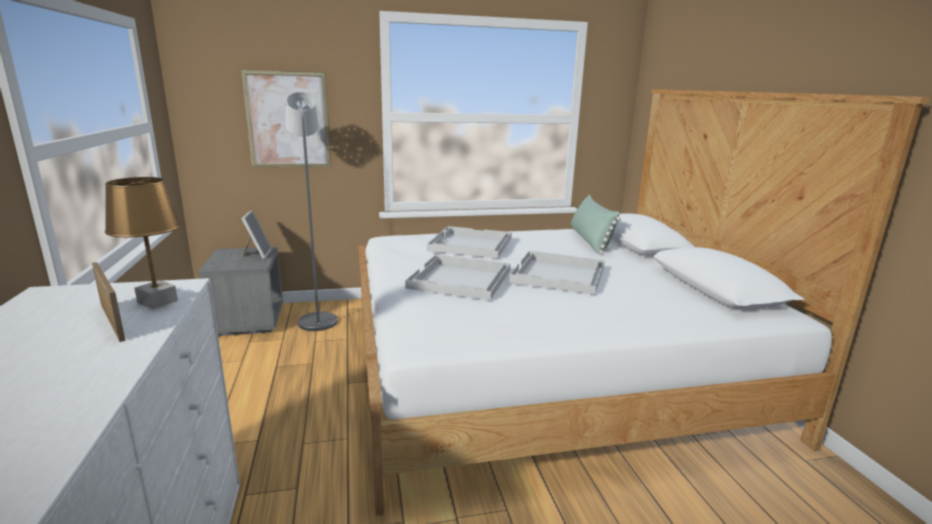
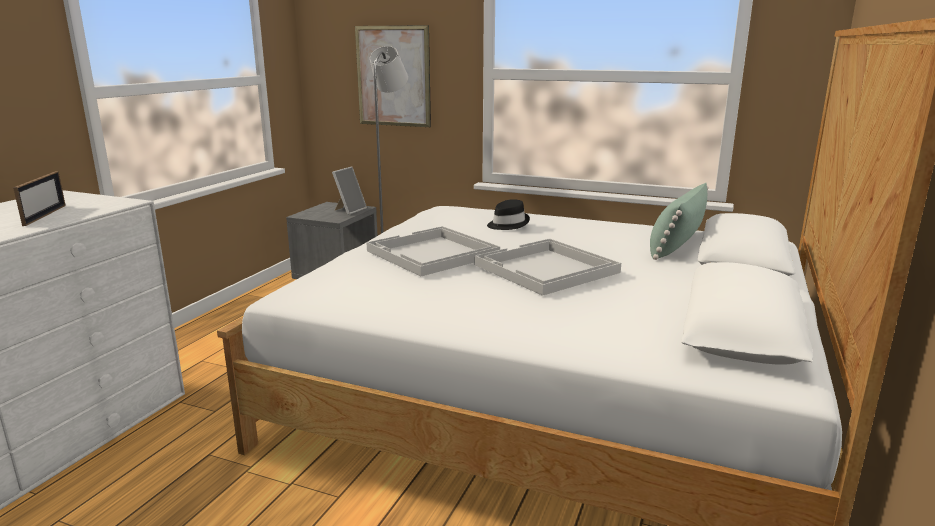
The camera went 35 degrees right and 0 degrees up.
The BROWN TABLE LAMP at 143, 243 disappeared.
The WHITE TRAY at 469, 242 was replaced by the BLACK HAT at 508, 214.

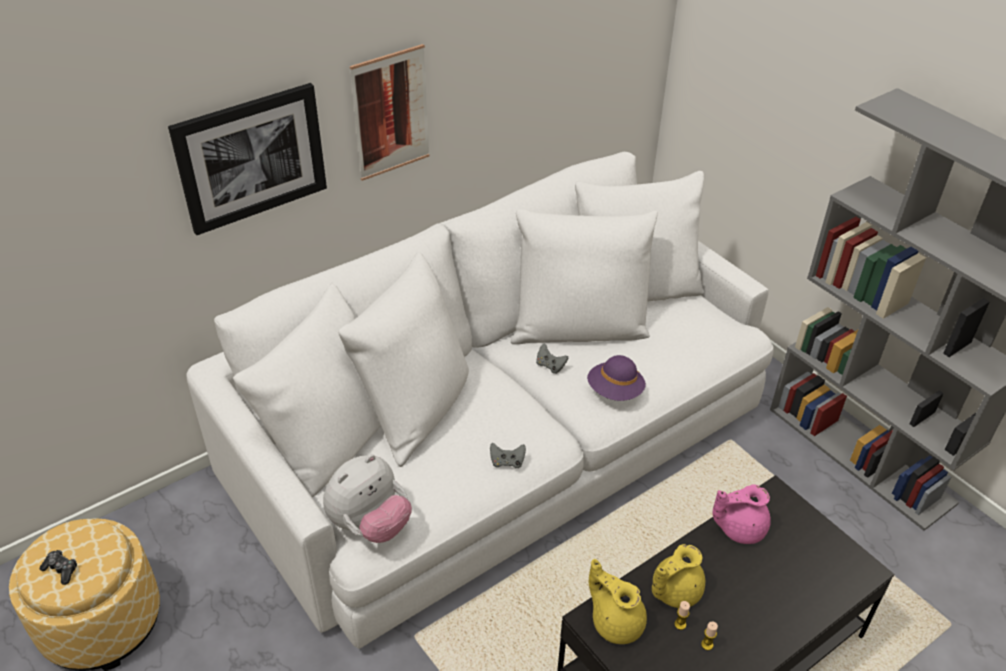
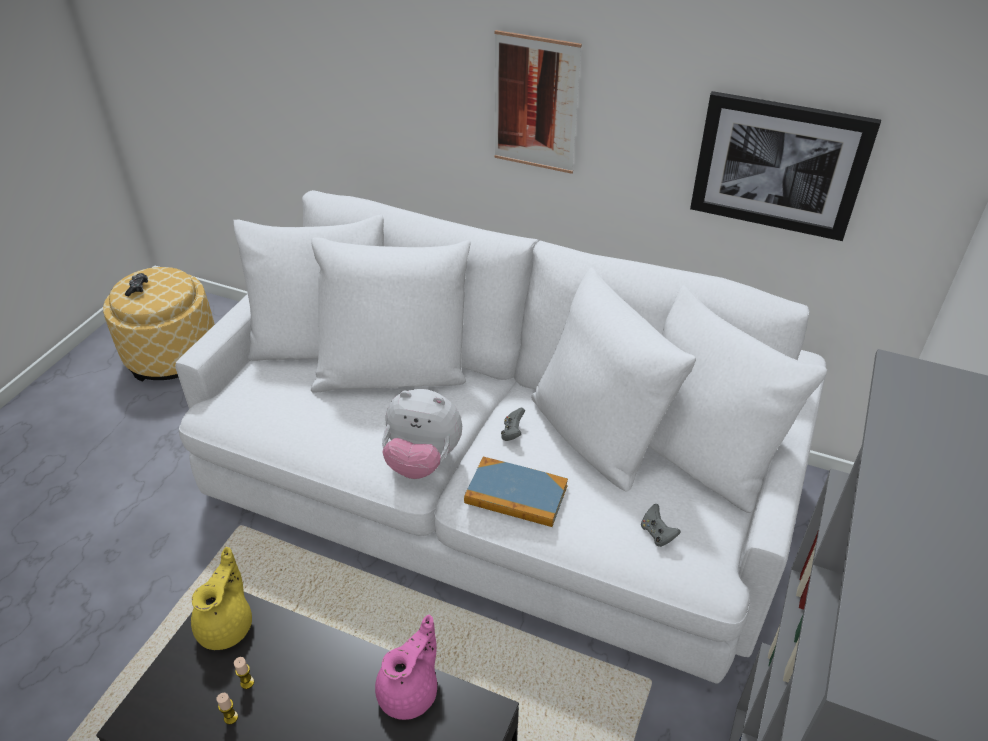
The camera went 60 degrees right and 0 degrees up.
The PICTURE moved from 247, 159 to 785, 166.
The PLUSH TOY moved from 367, 498 to 422, 434.
The GREY GAME CONTROLLER moved from 508, 455 to 660, 525.
The PURPLE HAT at 616, 378 was replaced by the BOOK at 516, 492.
The YELLOW TEAPOT at 678, 576 disappeared.
The PINK TEAPOT at 742, 514 turned 75 degrees clockwise.

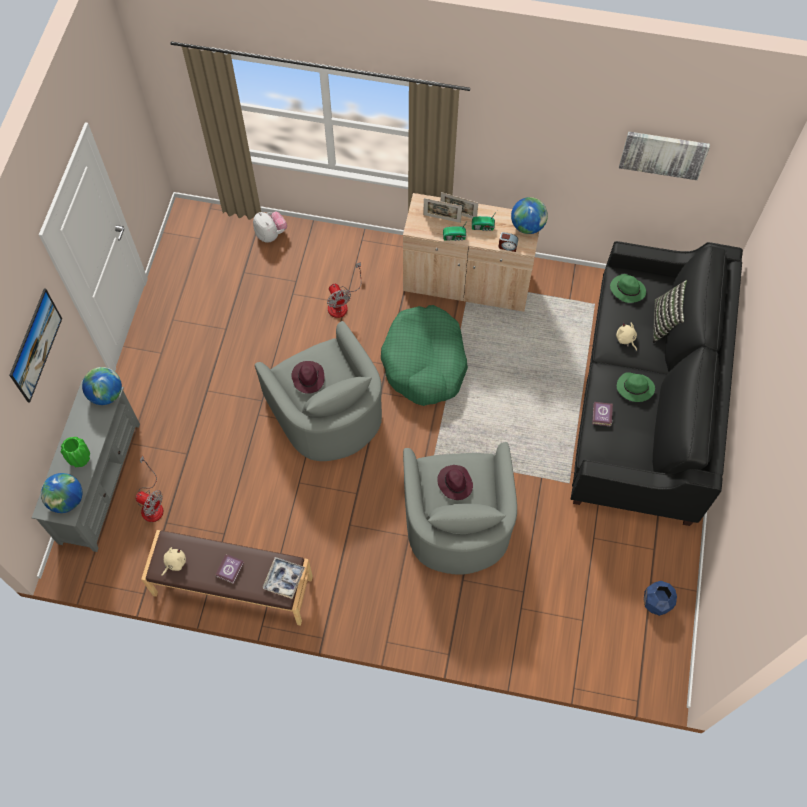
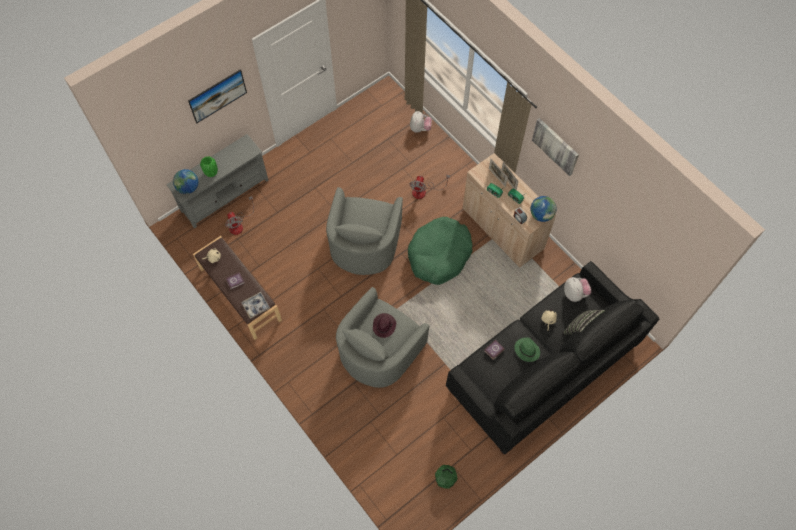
The camera went 40 degrees right and 0 degrees up.
The GLOBE at 102, 386 disappeared.
The PURPLE HAT at 308, 377 disappeared.
The GREEN HAT at 628, 288 was replaced by the PLUSH TOY at 577, 289.
The PICTURE moved from 664, 155 to 555, 147.
The BLUE PLANTER at 660, 598 became the GREEN PLANTER at 446, 477.

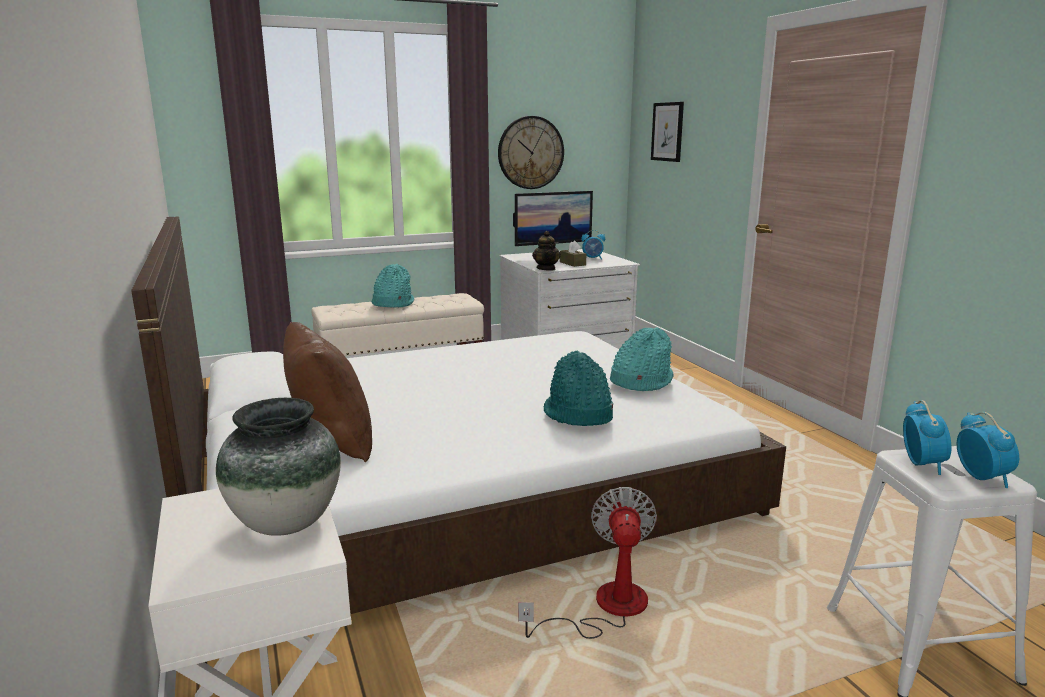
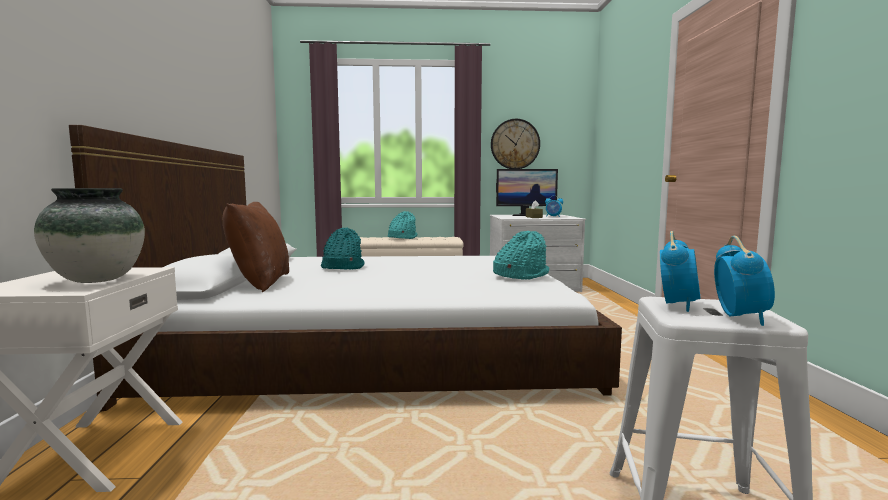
The camera went 20 degrees right and 10 degrees down.
The FAN at 587, 563 disappeared.
The TEAPOT at 546, 251 disappeared.
The TURQUOISE HAT moved from 578, 388 to 343, 249.
The PICTURE at 667, 132 disappeared.

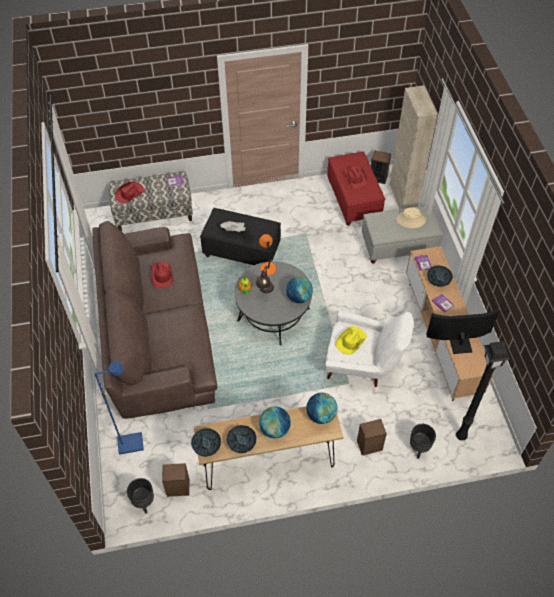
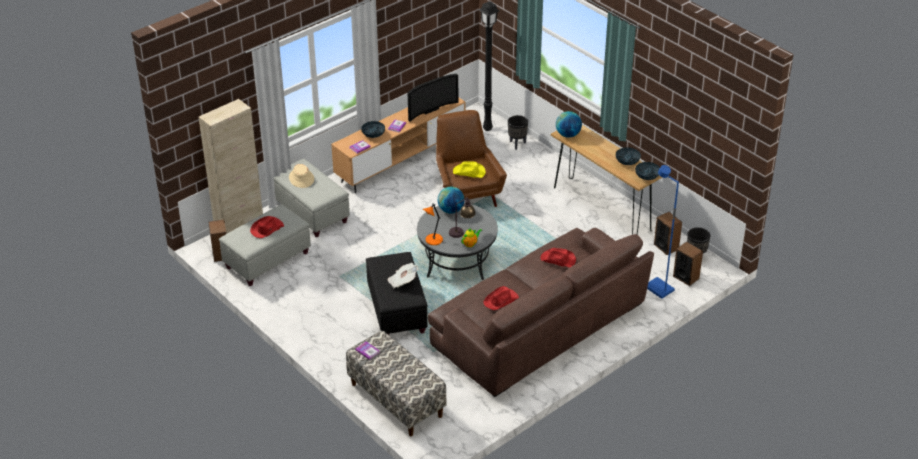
The camera went 120 degrees left and 15 degrees down.
The RED HAT moved from 130, 192 to 558, 257.
The GLOBE at 275, 422 disappeared.
The WHITE ARMCHAIR at 369, 348 became the BROWN ARMCHAIR at 471, 158.
The RED OTTOMAN at 356, 189 became the GREY OTTOMAN at 265, 245.
The SPEAKER moved from 372, 437 to 688, 263.
The TELEVISION at 462, 331 turned 90 degrees counterclockwise.

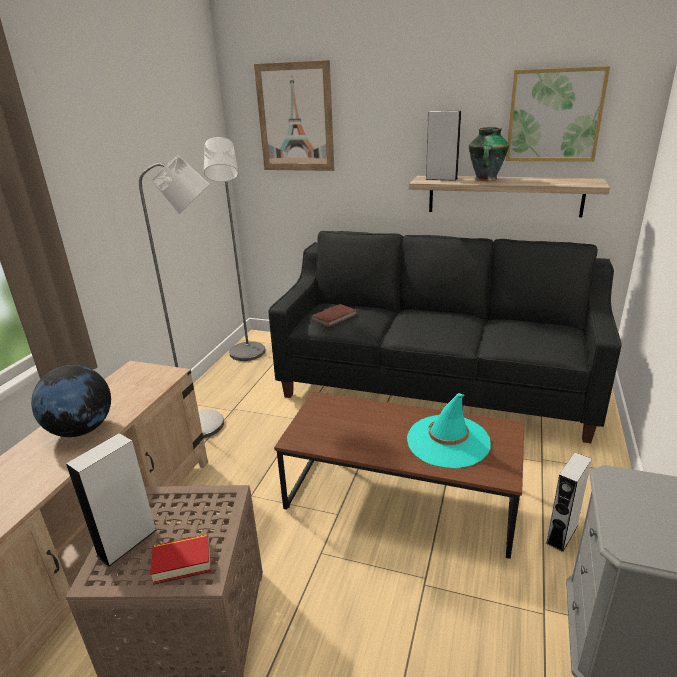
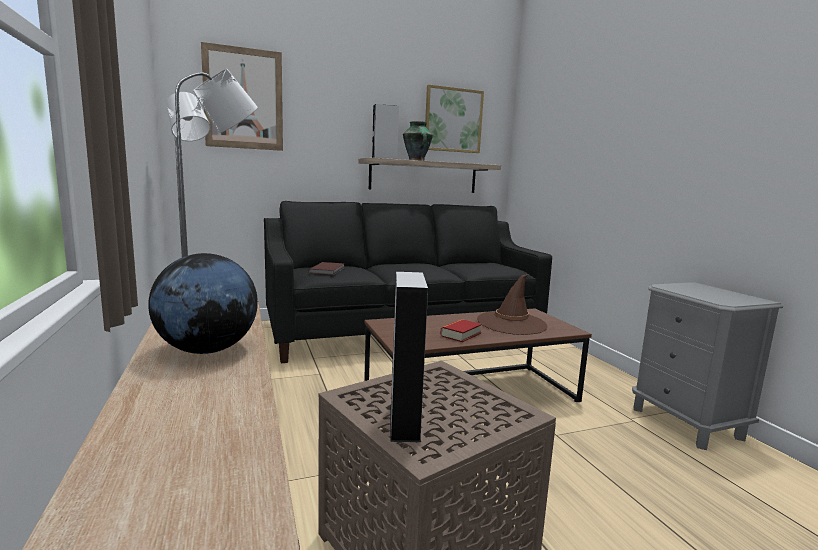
The camera went 40 degrees left and 15 degrees down.
The BOOK moved from 180, 559 to 461, 330.
The TURQUOISE HAT at 449, 430 became the BROWN HAT at 512, 304.
The GREY SPEAKER at 569, 502 disappeared.

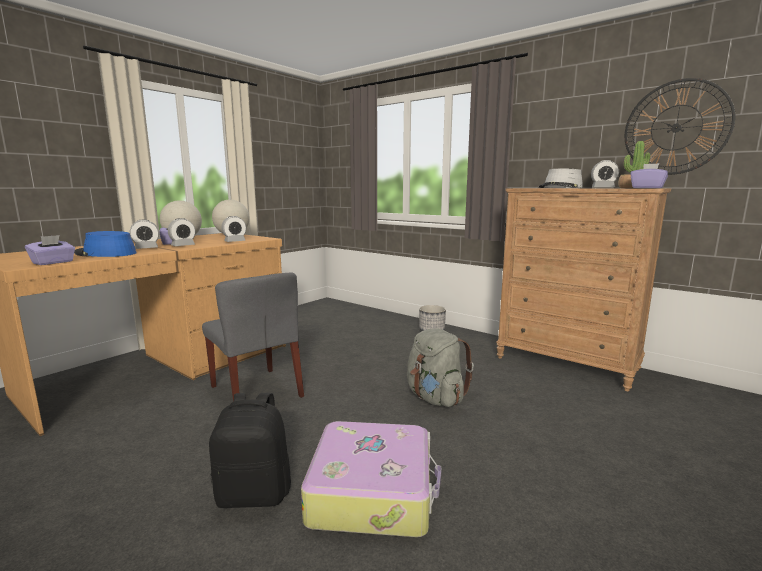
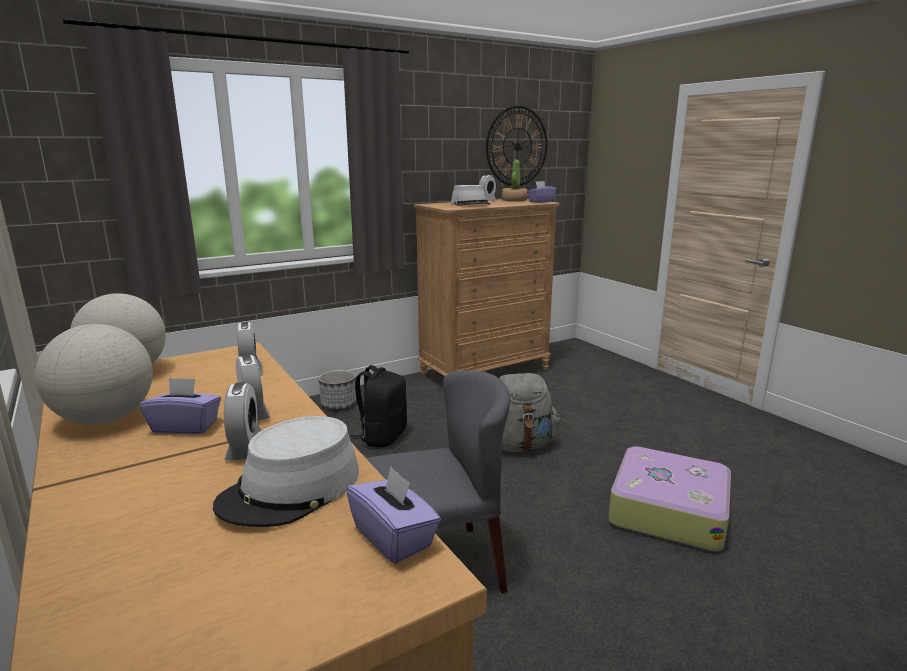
The camera went 70 degrees left and 5 degrees up.
The BLUE HAT at 105, 244 became the GREY HAT at 286, 471.
The BLACK BACKPACK moved from 250, 450 to 379, 406.

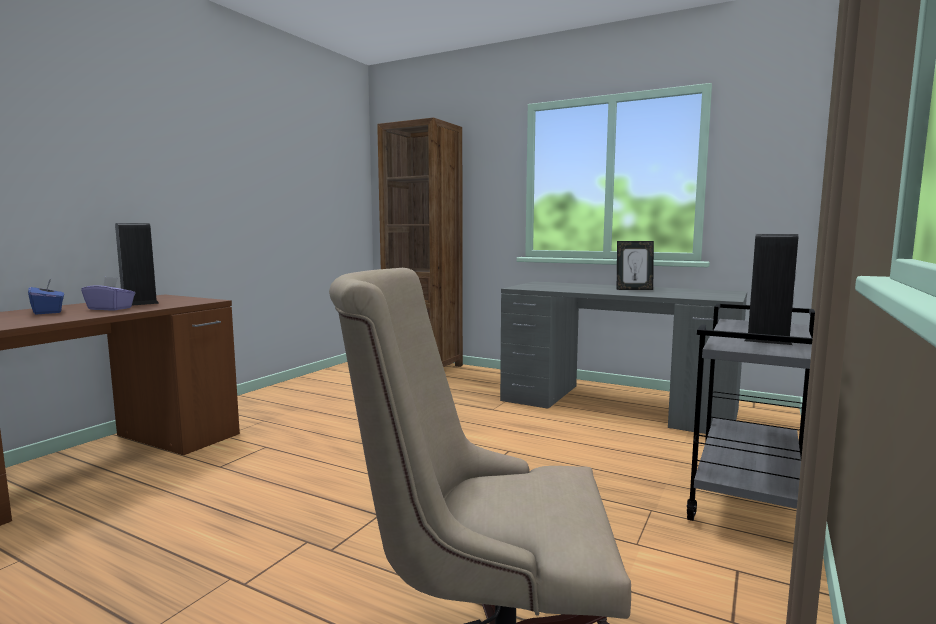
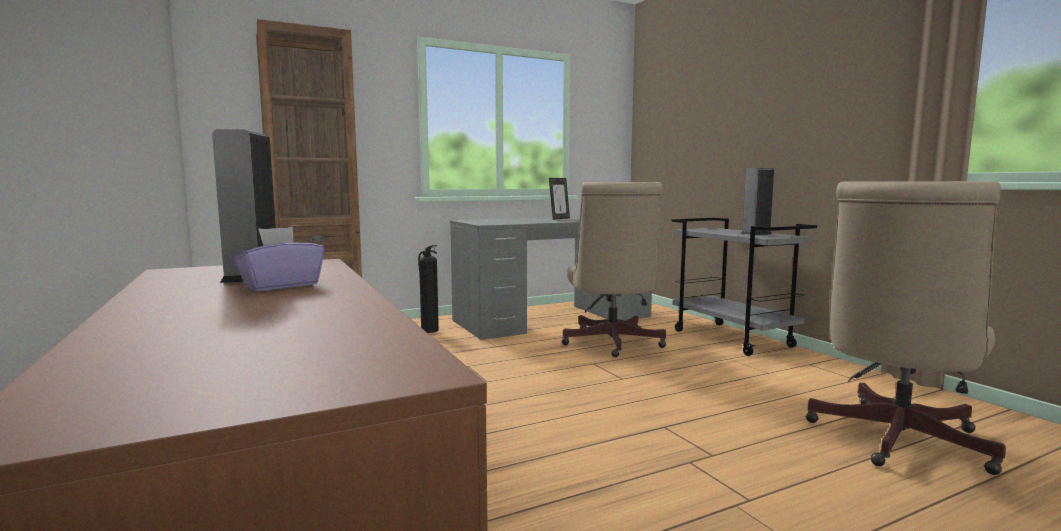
The camera went 55 degrees left and 0 degrees up.
The BLUE TISSUE BOX at 46, 297 disappeared.
The FIRE EXTINGUISHER at 428, 289 appeared.
The BEIGE OFFICE CHAIR at 614, 269 appeared.

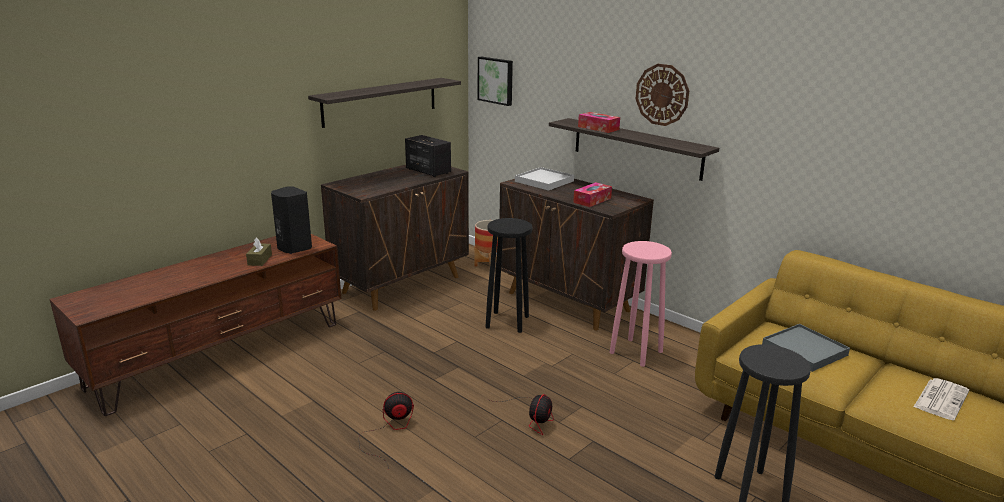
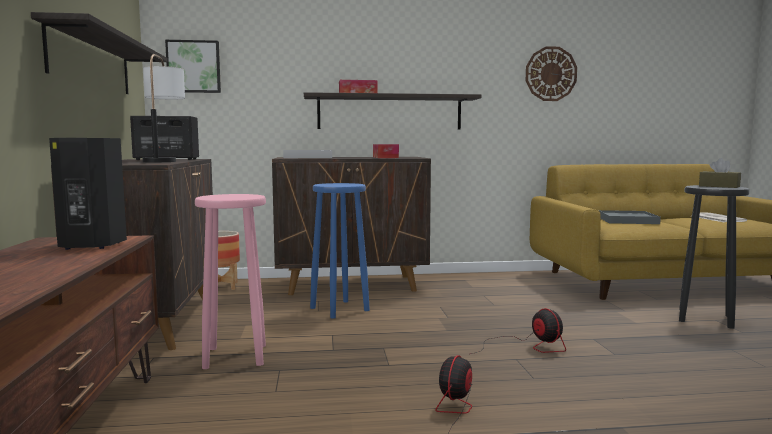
The camera went 50 degrees left and 15 degrees down.
The BROWN TISSUE BOX moved from 259, 252 to 720, 173.
The BLACK STOOL at 509, 275 became the BLUE STOOL at 340, 250.
The PINK STOOL moved from 641, 304 to 230, 281.
The WALL CLOCK moved from 662, 95 to 551, 73.
The TABLE LAMP at 163, 108 appeared.

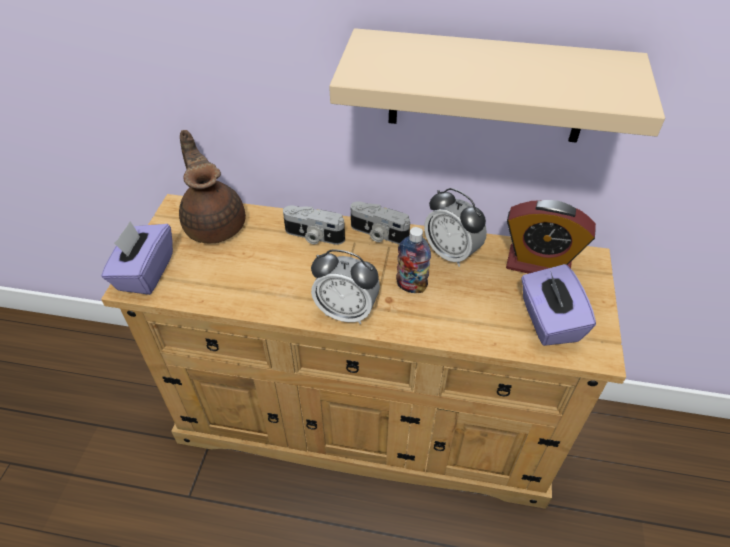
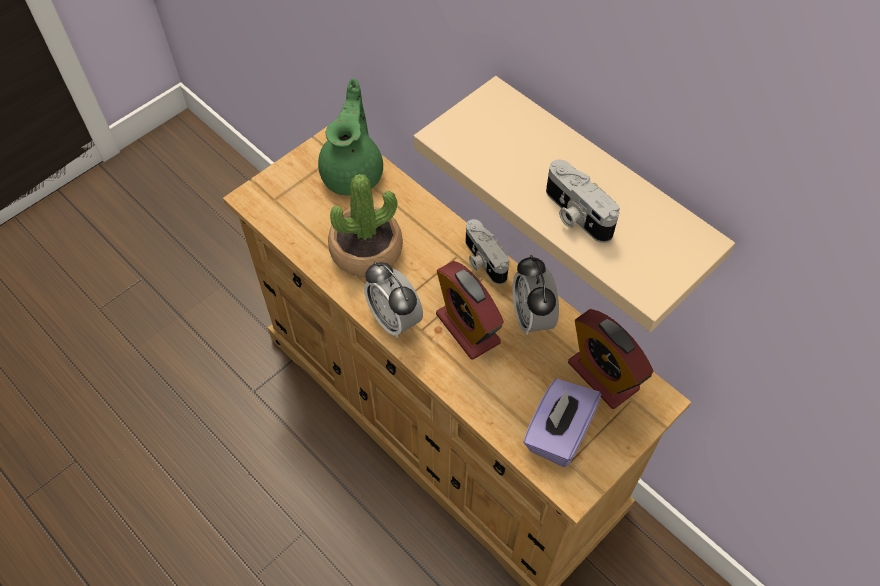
The camera went 35 degrees right and 10 degrees up.
The PURPLE TISSUE BOX at 137, 258 disappeared.
The BROWN TEAPOT at 212, 186 became the GREEN TEAPOT at 350, 137.
The PHOTO CAMERA moved from 314, 225 to 583, 201.
The BOTTLE at 413, 260 was replaced by the ALARM CLOCK at 470, 310.
The POTTED PLANT at 365, 225 appeared.

